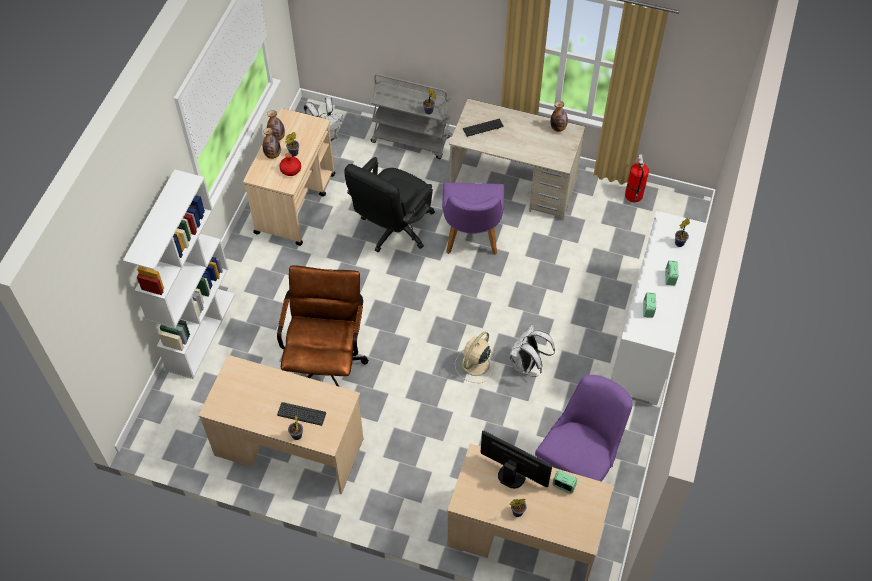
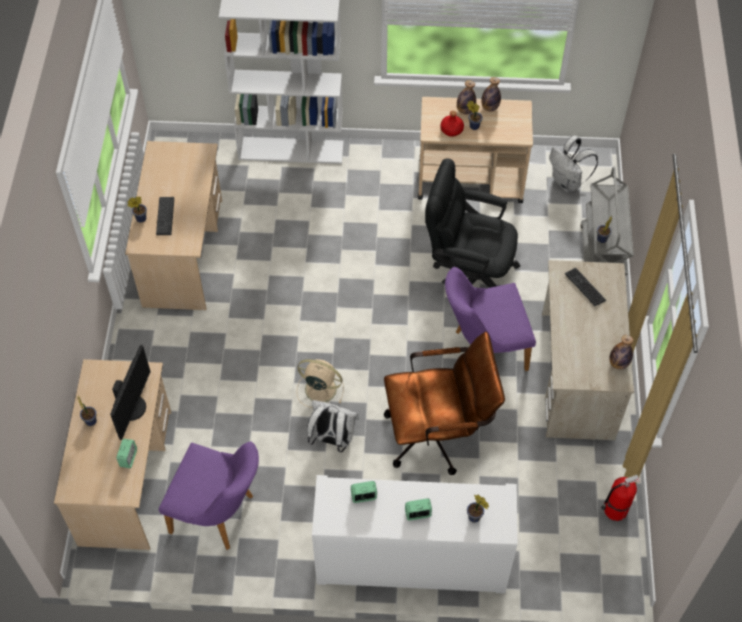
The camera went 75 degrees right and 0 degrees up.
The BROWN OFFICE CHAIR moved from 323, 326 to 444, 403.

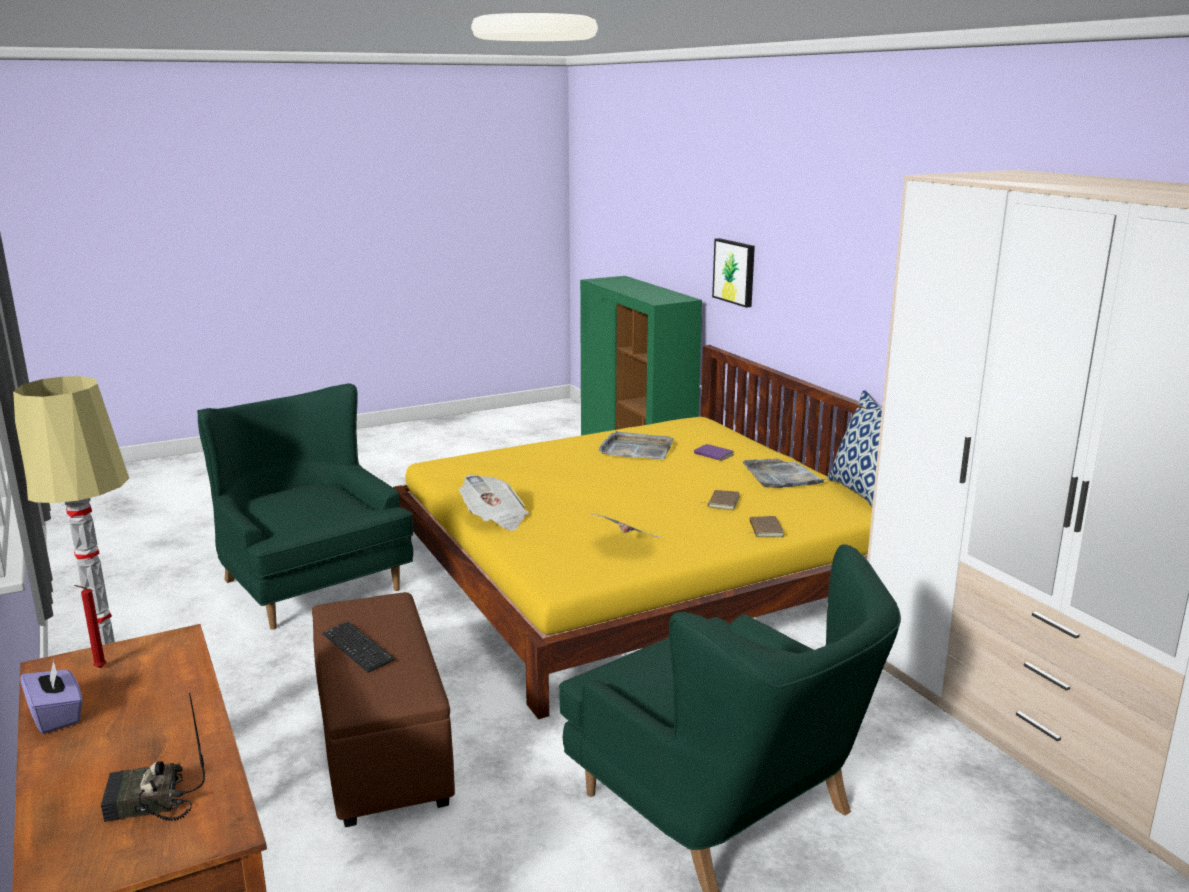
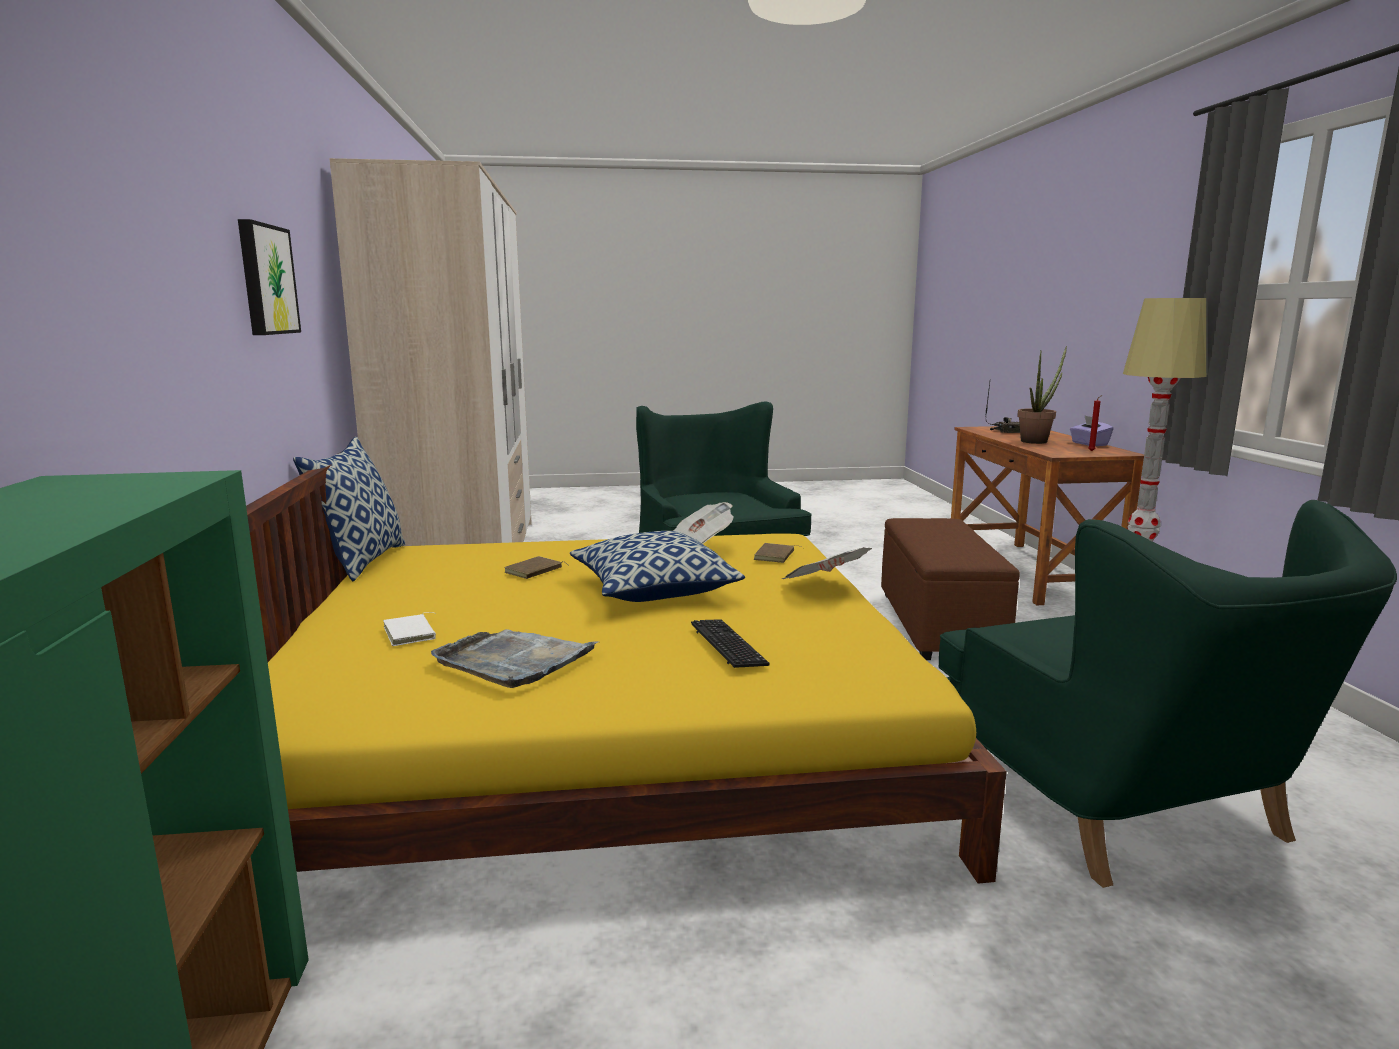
The camera went 160 degrees left and 5 degrees down.
The KEYBOARD moved from 358, 647 to 730, 643.
The PURPLE BOOK at 714, 452 became the WHITE BOOK at 410, 629.
The PICTURE moved from 733, 273 to 269, 277.
The GREY TRAY at 784, 473 disappeared.
The BROWN BOOK moved from 765, 526 to 778, 553.
The PILLOW at 657, 566 appeared.
The POTTED PLANT at 1042, 395 appeared.

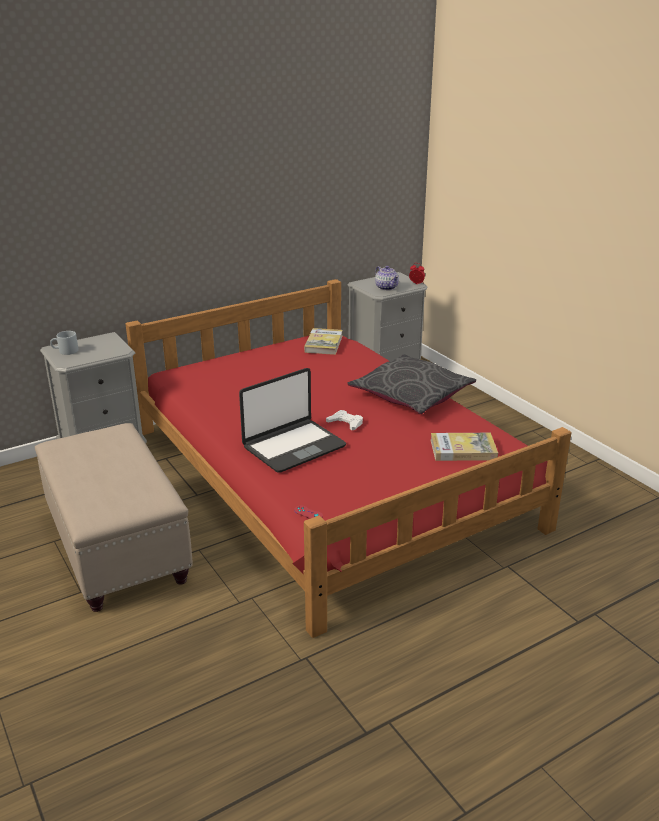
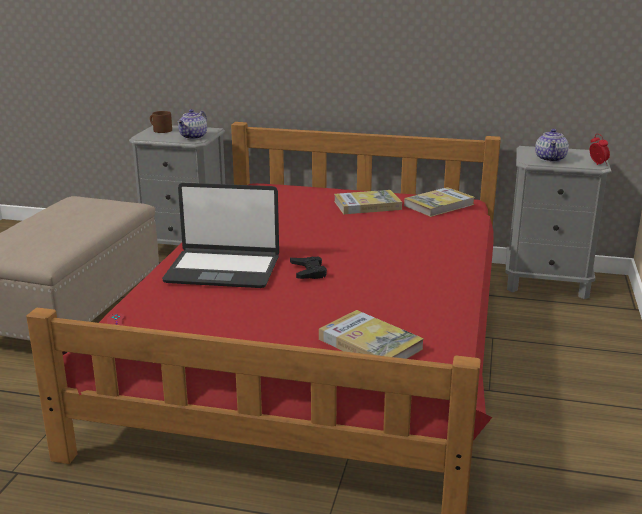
The camera went 45 degrees right and 5 degrees down.
The GREY MUG at 64, 343 became the BROWN MUG at 161, 122.
The WHITE GAME CONTROLLER at 344, 420 became the BLACK GAME CONTROLLER at 308, 268.
The GREY PILLOW at 411, 384 disappeared.
The TEAPOT at 192, 124 appeared.
The BOOK at 368, 202 appeared.

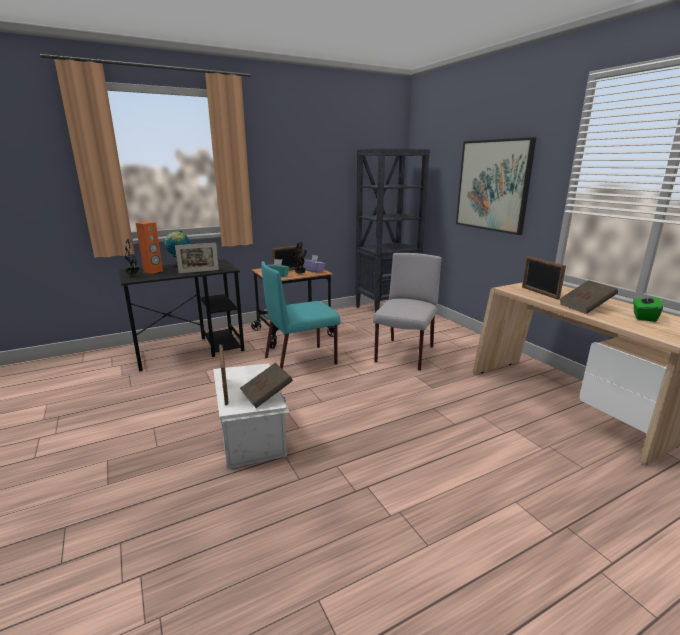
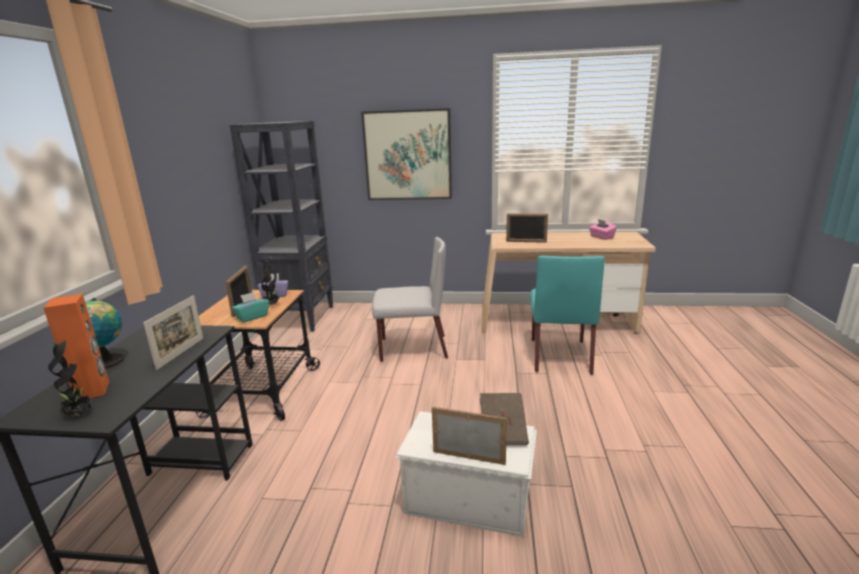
The camera went 55 degrees left and 0 degrees up.
The TURQUOISE CHAIR moved from 301, 315 to 567, 315.
The GREY CHAIR at 407, 312 turned 120 degrees clockwise.
The BROWN BOOK at 588, 297 disappeared.
The GREEN TISSUE BOX at 648, 307 became the PINK TISSUE BOX at 603, 229.

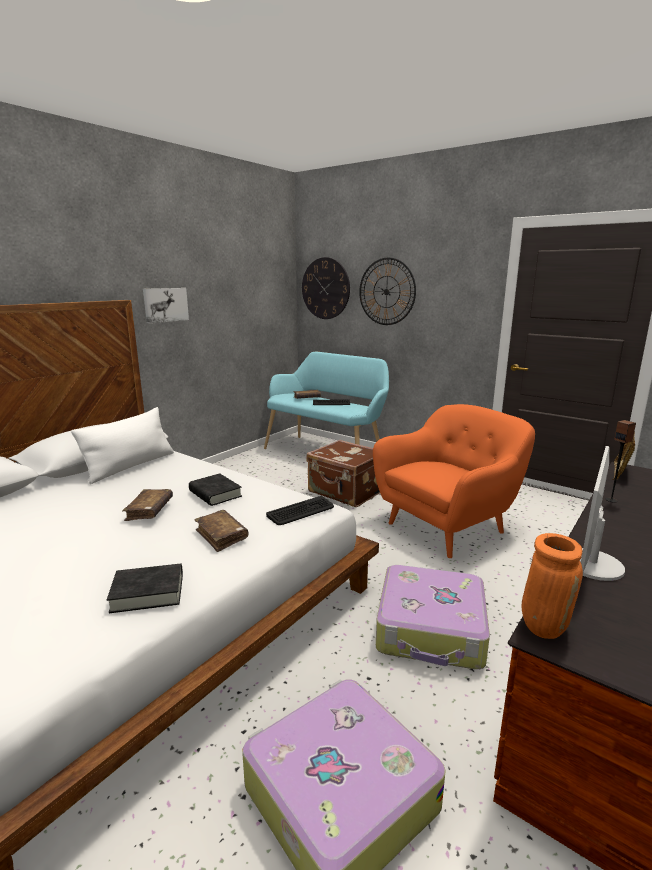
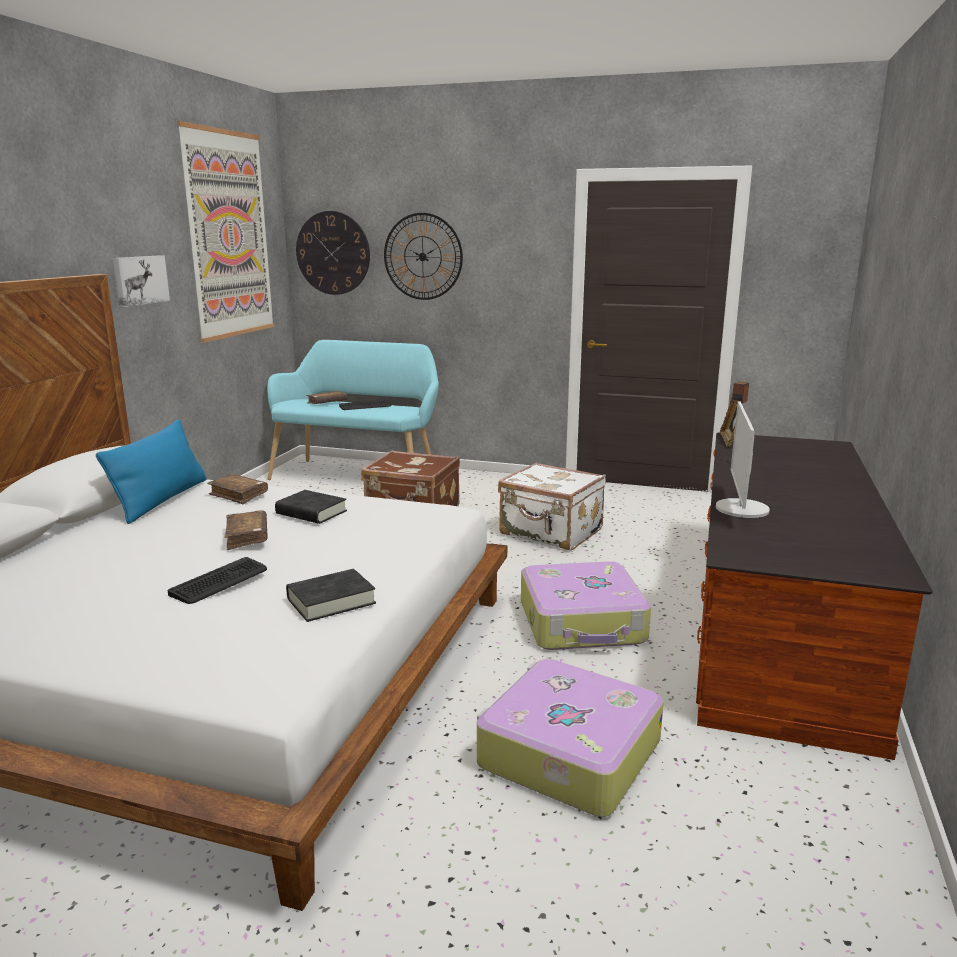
The camera went 20 degrees left and 0 degrees up.
The WHITE PILLOW at 122, 445 became the BLUE PILLOW at 151, 471.
The BROWN BOOK moved from 222, 531 to 237, 489.
The KEYBOARD moved from 300, 510 to 217, 580.
The ORANGE ARMCHAIR at 454, 481 was replaced by the WHITE SUITCASE at 552, 506.
The ORANGE VASE at 552, 586 disappeared.
The PICTURE at 225, 232 appeared.

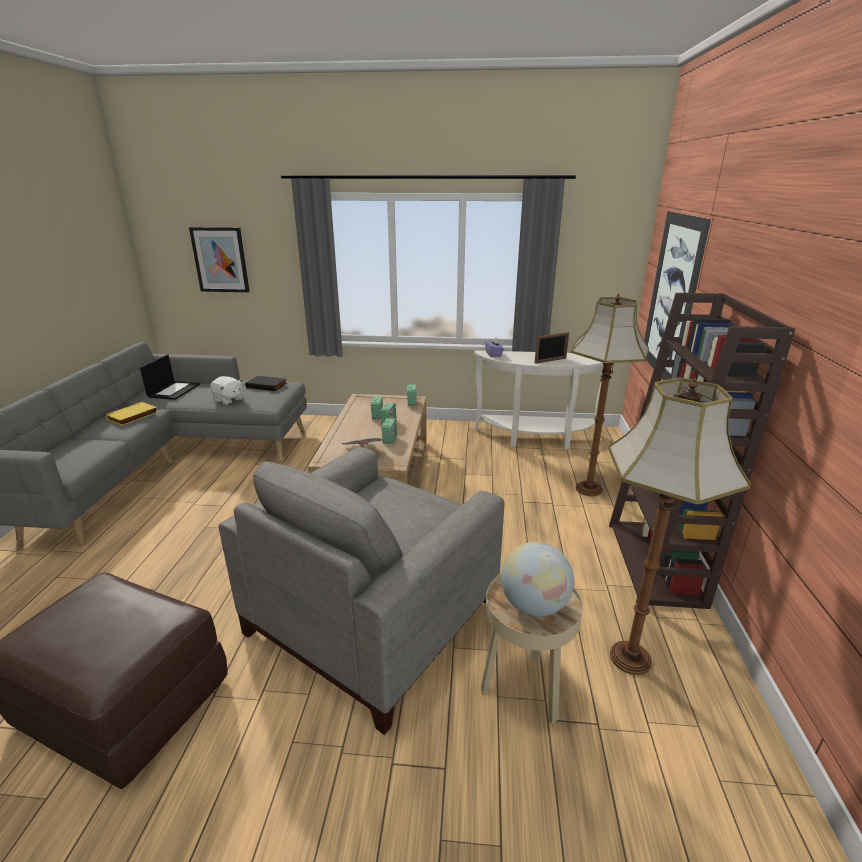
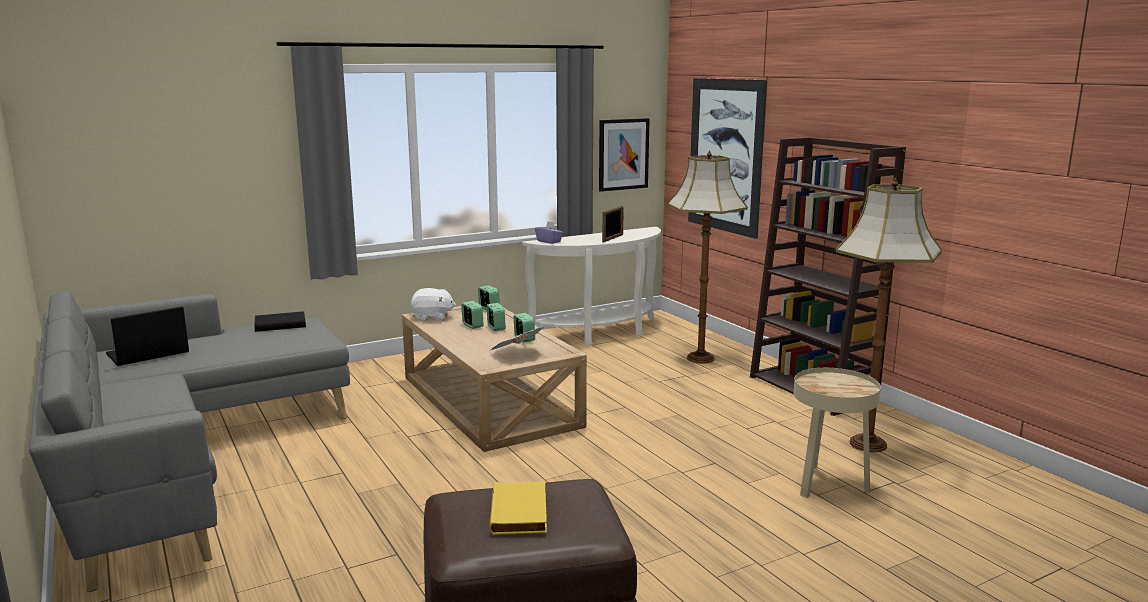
The camera went 35 degrees left and 10 degrees down.
The YELLOW BOOK moved from 132, 414 to 518, 508.
The LAPTOP at 170, 377 turned 105 degrees counterclockwise.
The PICTURE moved from 219, 259 to 624, 155.
The WHITE PLUSH TOY moved from 227, 390 to 433, 304.
The GREY ARMCHAIR at 361, 591 disappeared.
The GLOBE at 537, 579 disappeared.

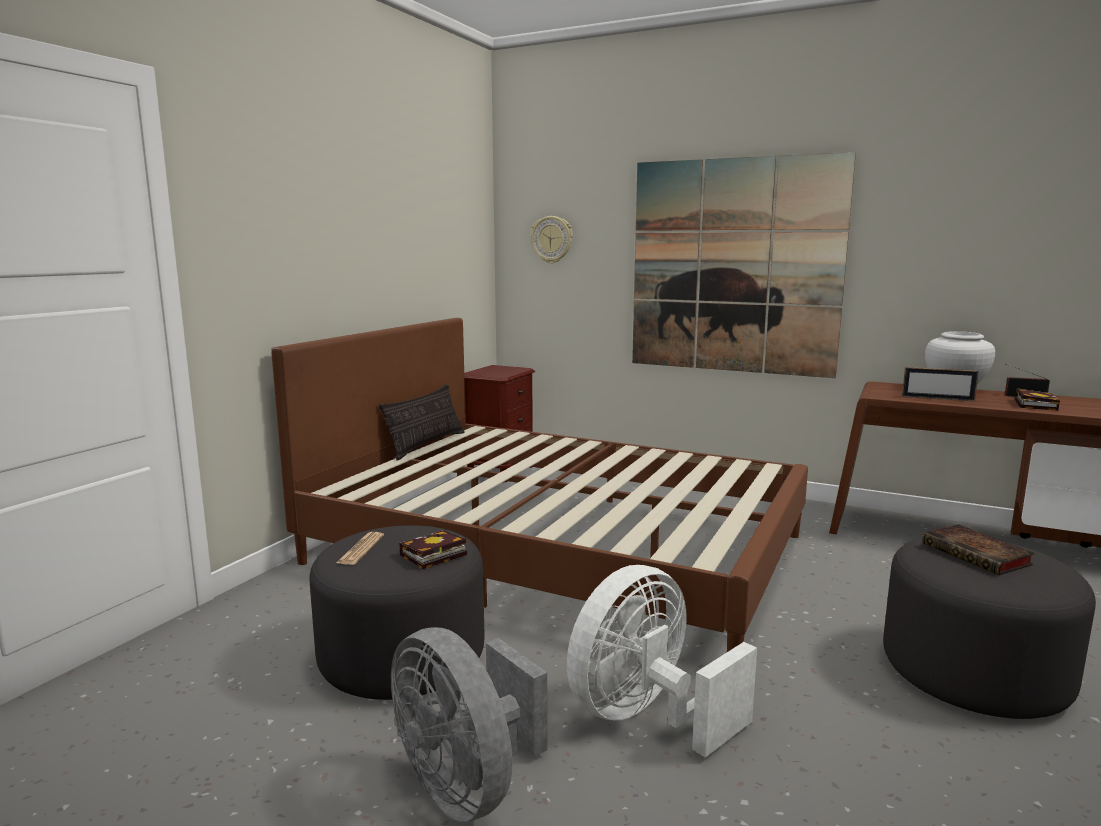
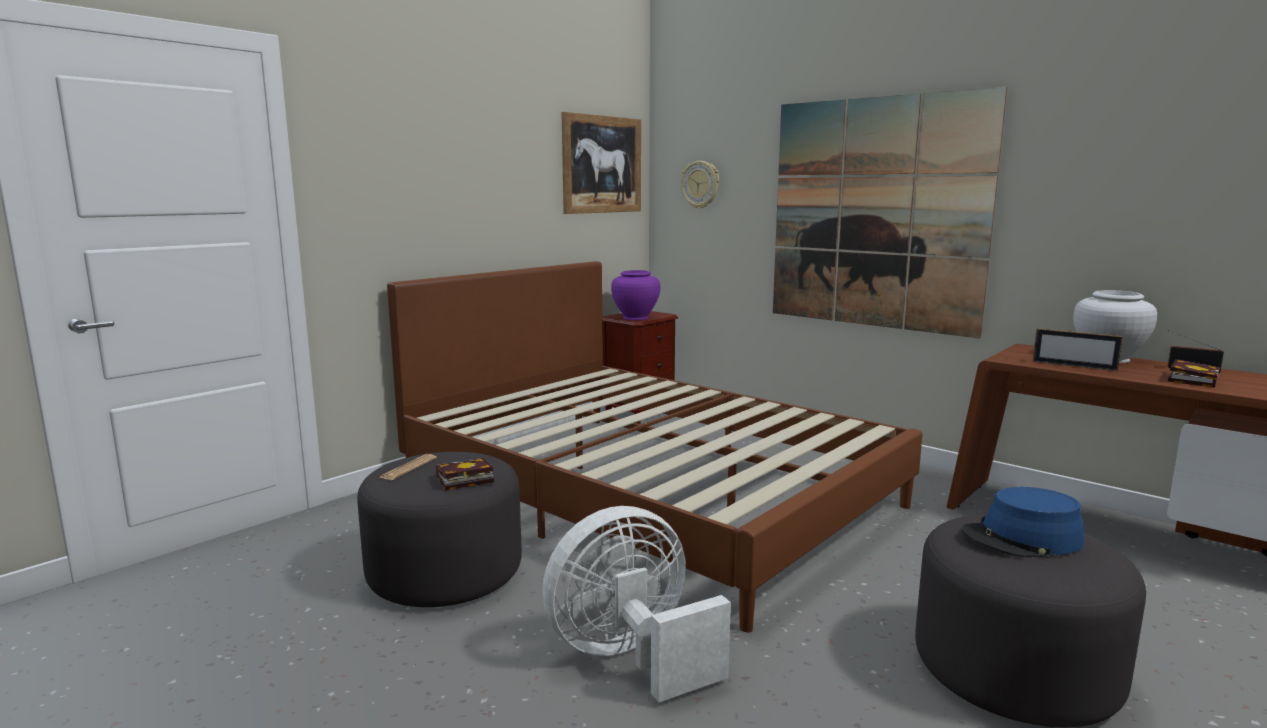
The camera went 15 degrees right and 0 degrees up.
The PILLOW at 422, 422 disappeared.
The GREY FAN at 469, 724 disappeared.
The BOOK at 979, 549 was replaced by the BLUE HAT at 1023, 522.
The PICTURE at 601, 163 appeared.
The PURPLE VASE at 635, 295 appeared.

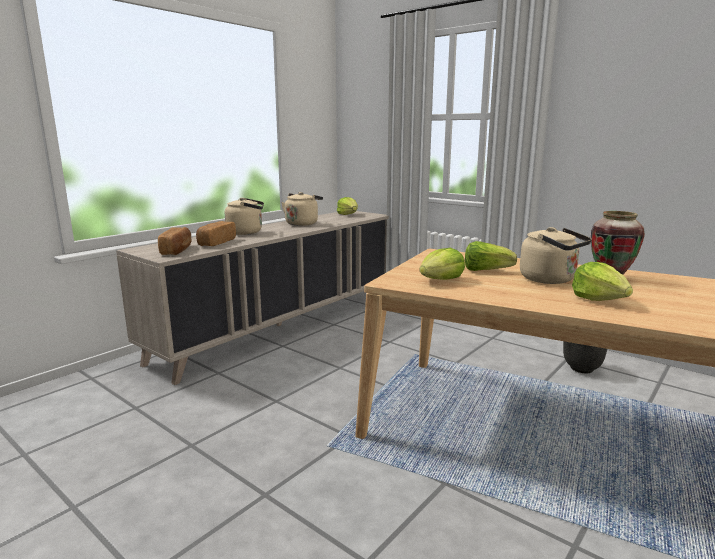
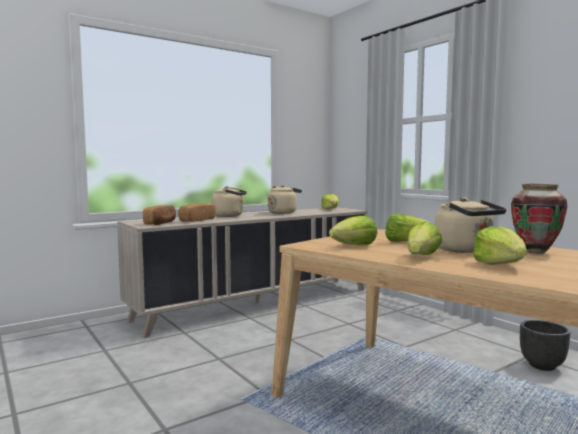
The camera went 15 degrees right and 10 degrees down.
The LETTUCE at 424, 238 appeared.

